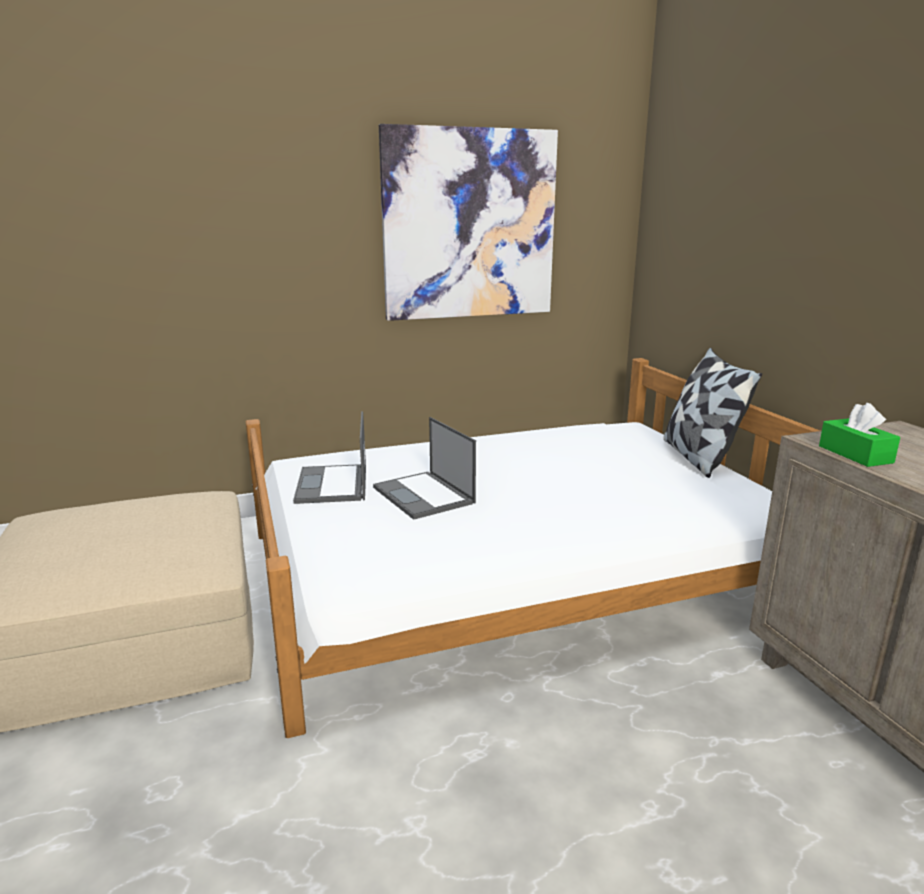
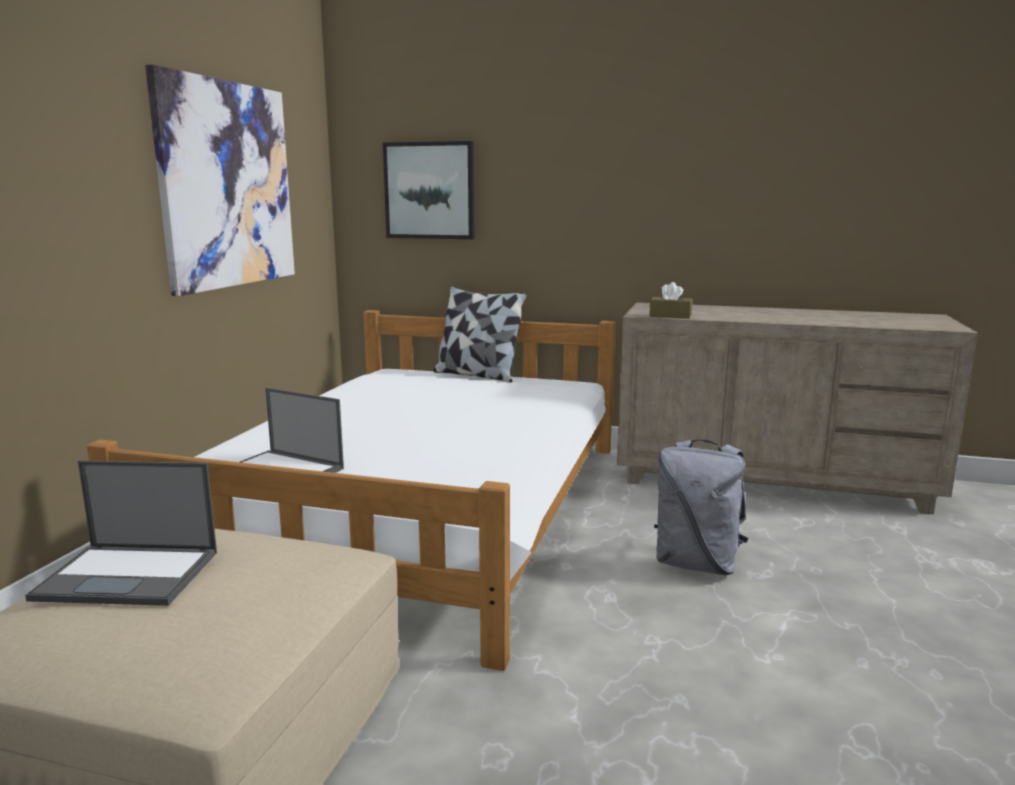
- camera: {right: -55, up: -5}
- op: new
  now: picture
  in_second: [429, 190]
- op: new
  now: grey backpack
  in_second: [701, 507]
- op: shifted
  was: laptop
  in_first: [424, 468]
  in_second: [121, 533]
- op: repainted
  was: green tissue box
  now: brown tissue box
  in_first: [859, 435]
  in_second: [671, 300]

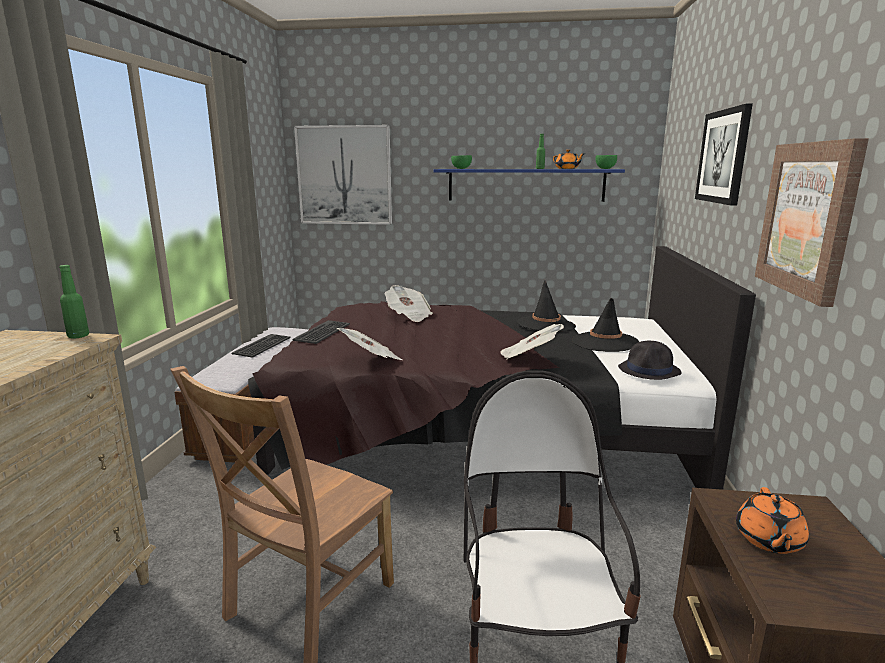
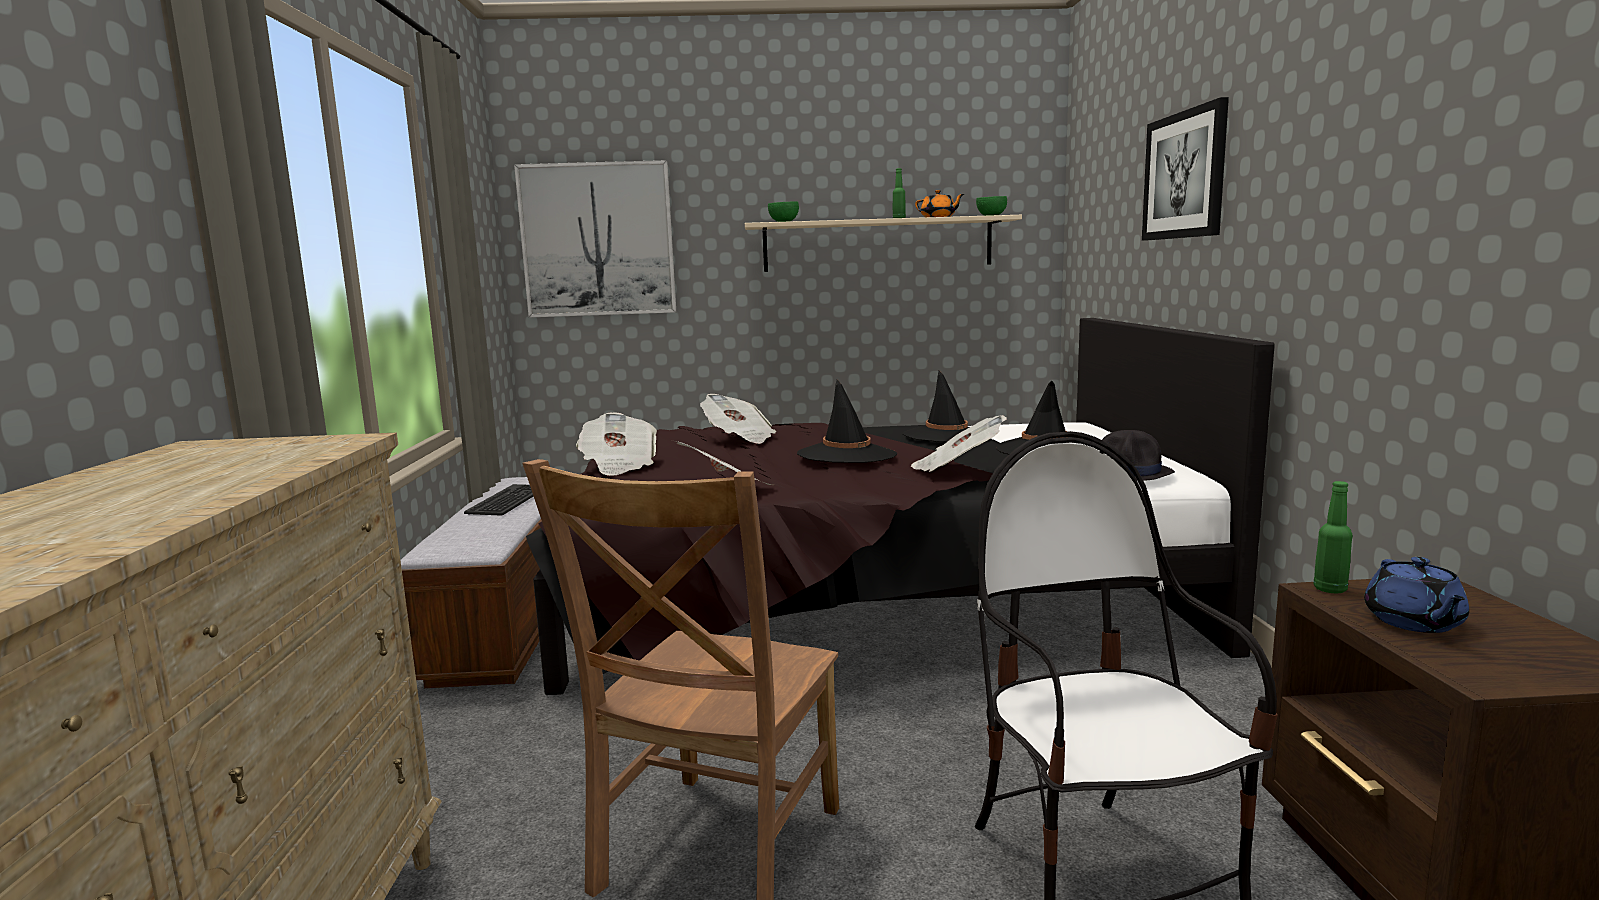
- camera: {right: -10, up: -5}
- op: gone
  was: picture
  in_first: [812, 222]
- op: new
  now: black hat
  in_second: [847, 421]
- op: shifted
  was: green bottle
  in_first: [74, 301]
  in_second: [1332, 537]
- op: swapped
  was: keyboard
  now: newspaper
  in_first: [321, 332]
  in_second: [616, 444]
- op: repainted
  was: blue shelf
  now: beige shelf
  in_first: [529, 185]
  in_second: [883, 243]
- op: repainted
  was: orange teapot
  now: blue teapot
  in_first: [772, 520]
  in_second: [1416, 595]

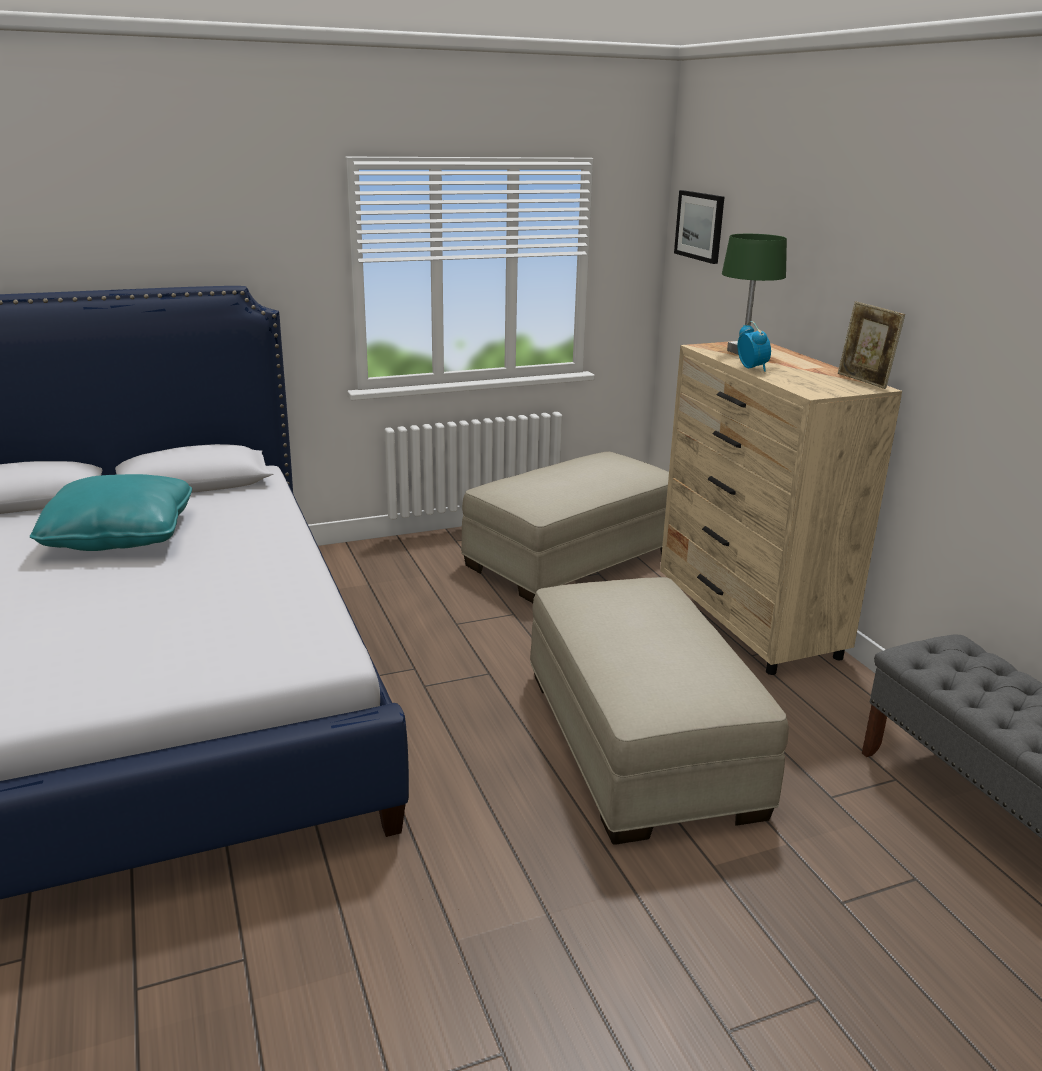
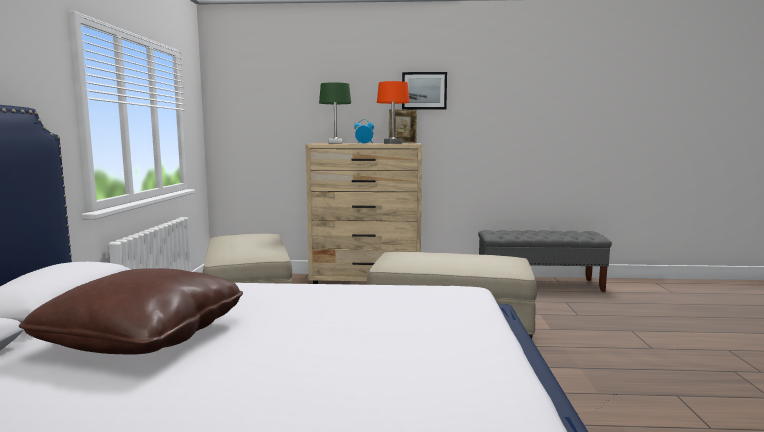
- camera: {right: -65, up: -15}
- op: new
  now: orange table lamp
  in_second: [393, 112]
- op: shifted
  was: picture
  in_first: [699, 227]
  in_second: [424, 91]
- op: repainted
  was: turquoise pillow
  now: brown pillow
  in_first: [111, 512]
  in_second: [131, 311]

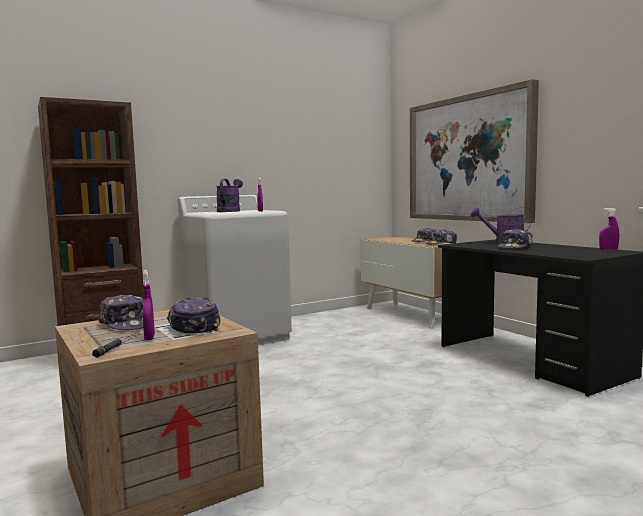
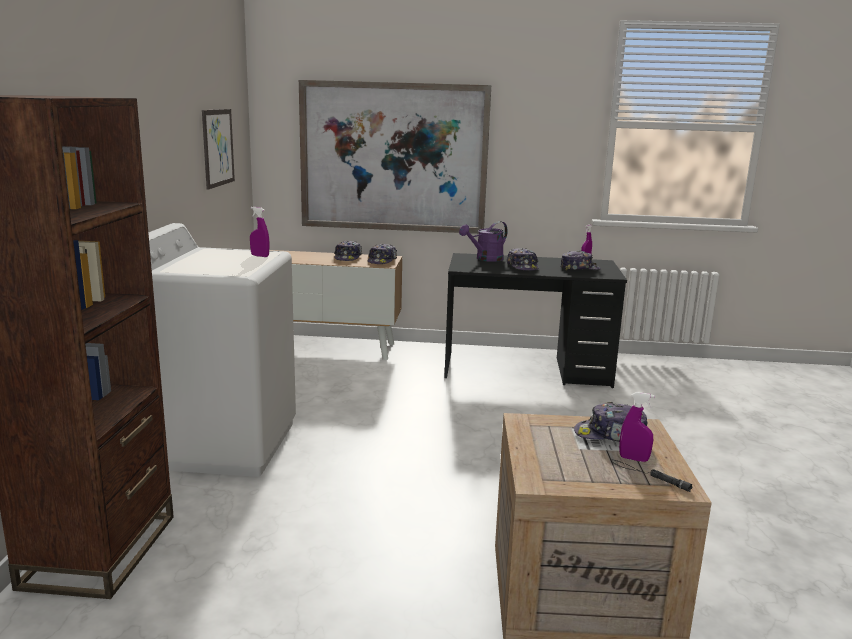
- camera: {right: -55, up: 10}
- op: gone
  was: purple watering can
  in_first: [229, 195]
- op: new
  now: picture
  in_second: [218, 149]
- op: shifted
  was: cap
  in_first: [121, 312]
  in_second: [580, 261]

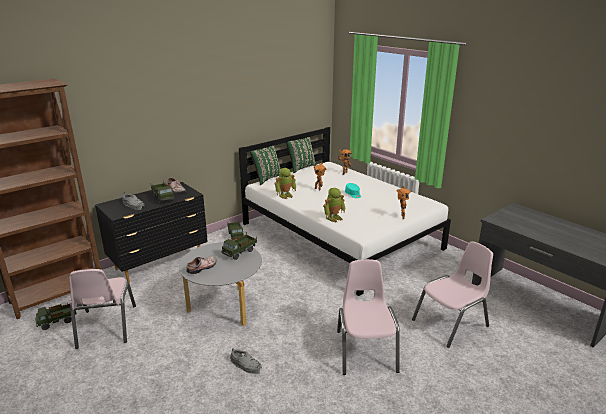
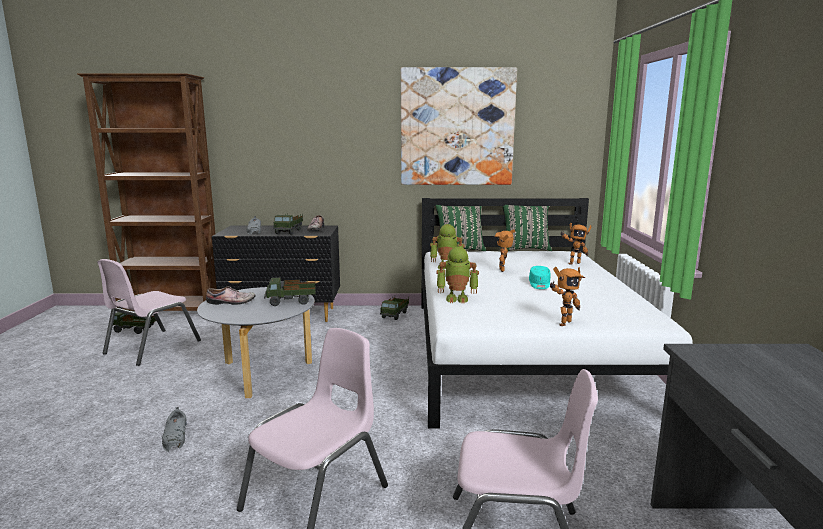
- camera: {right: 40, up: -10}
- op: new
  now: picture
  in_second: [459, 126]

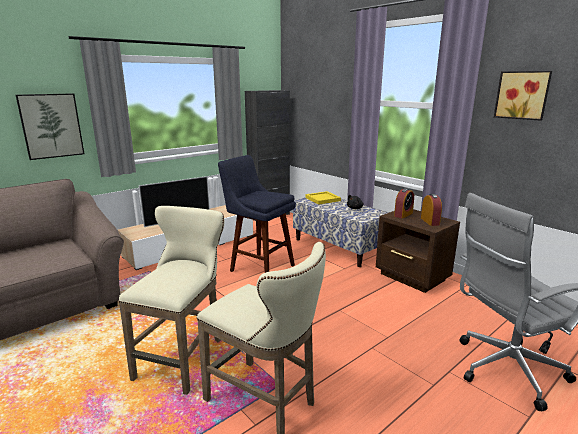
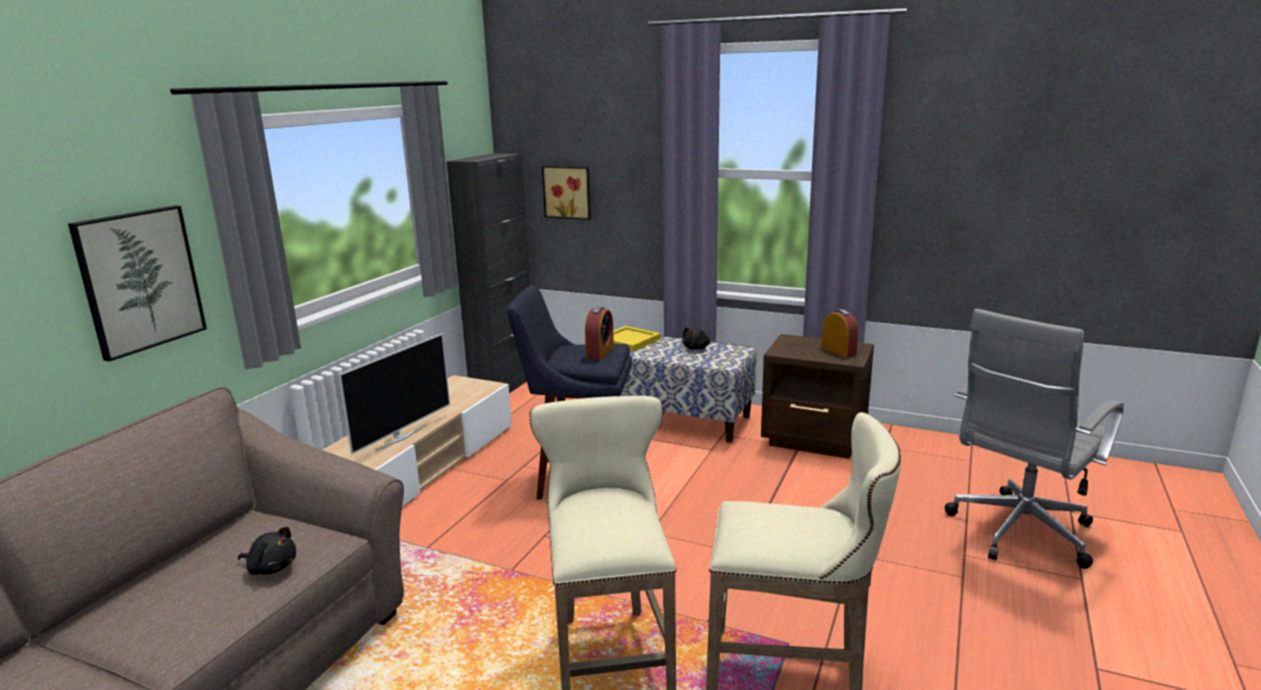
- camera: {right: -25, up: 0}
- op: new
  now: black plush toy
  in_second: [267, 551]
- op: shifted
  was: alarm clock
  in_first: [404, 203]
  in_second: [599, 333]
- op: shifted
  was: picture
  in_first: [523, 96]
  in_second: [566, 193]

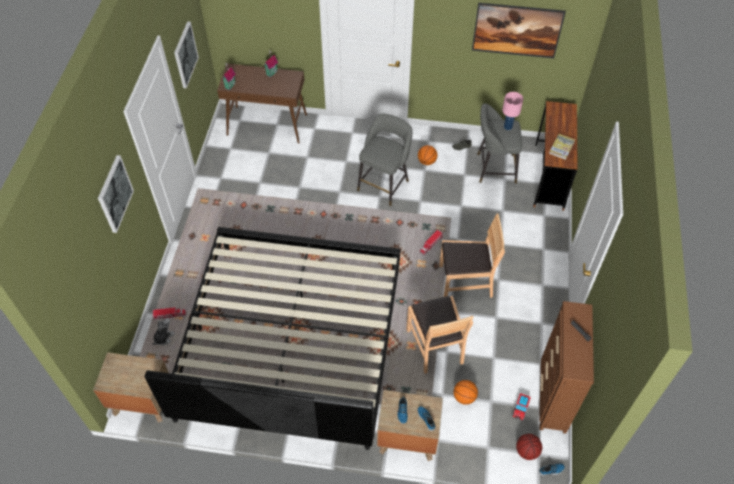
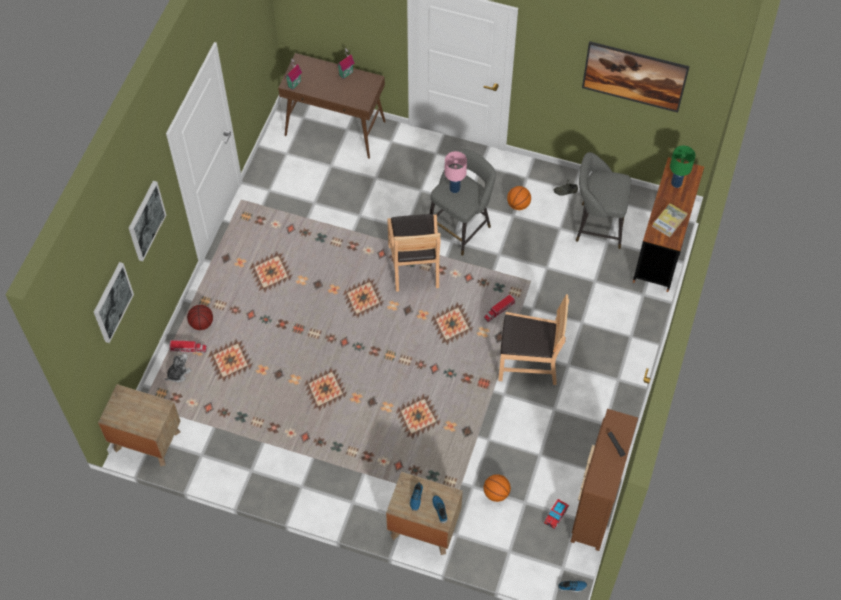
- camera: {right: 10, up: 5}
- op: gone
  was: bed
  in_first: [272, 338]
- op: new
  now: green table lamp
  in_second: [683, 167]
- op: shifted
  was: picture
  in_first: [186, 54]
  in_second: [114, 302]
- op: shifted
  was: brown chair
  in_first: [439, 335]
  in_second: [414, 253]
- op: shifted
  was: pink table lamp
  in_first: [512, 111]
  in_second: [455, 172]
- op: shifted
  was: basketball
  in_first: [529, 447]
  in_second: [200, 317]

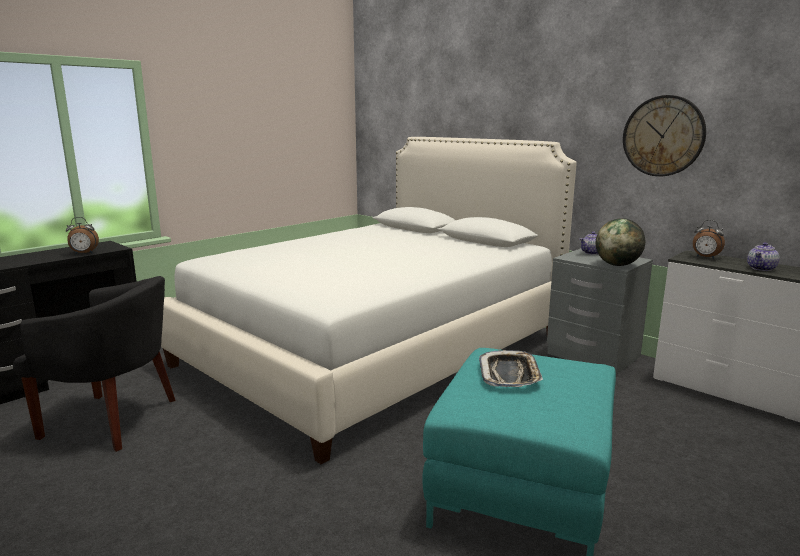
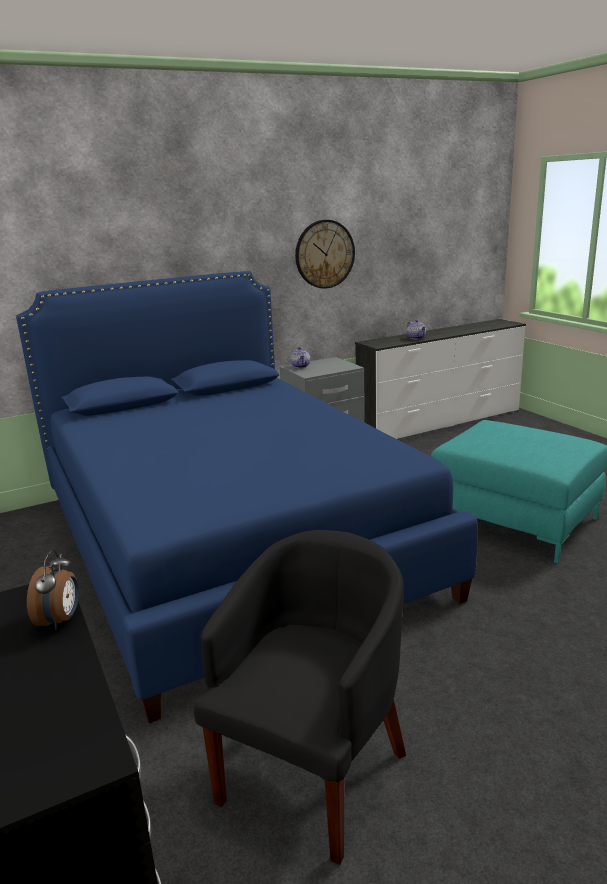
- camera: {right: -70, up: 5}
- op: gone
  was: tray
  in_first: [511, 368]
- op: gone
  was: globe
  in_first: [620, 242]
- op: gone
  was: alarm clock
  in_first: [709, 239]
- op: repainted
  was: white bed
  now: blue bed
  in_first: [369, 300]
  in_second: [247, 497]

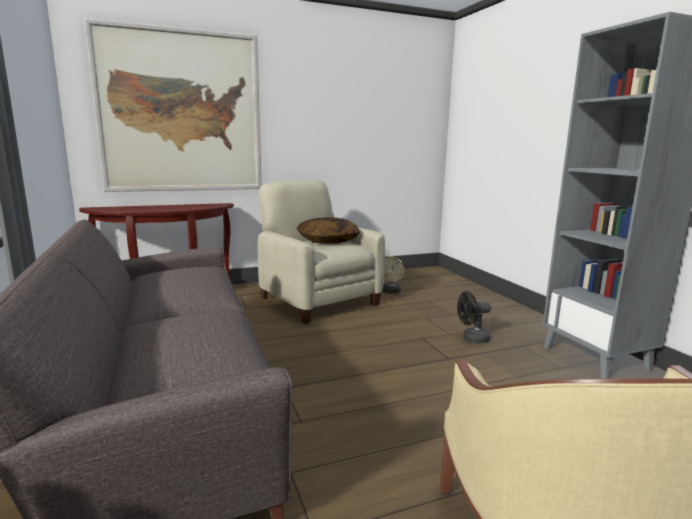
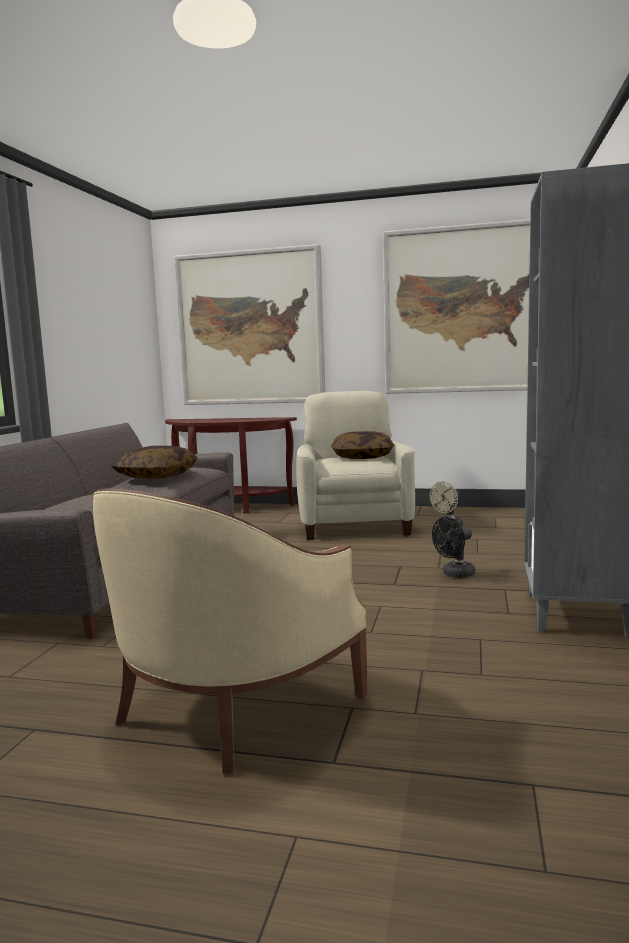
- camera: {right: 35, up: -5}
- op: new
  now: pillow
  in_second: [154, 462]
- op: new
  now: picture
  in_second: [456, 306]
- op: rotated
  was: black fan
  in_first: [474, 317]
  in_second: [454, 547]
  clockwise: -60

